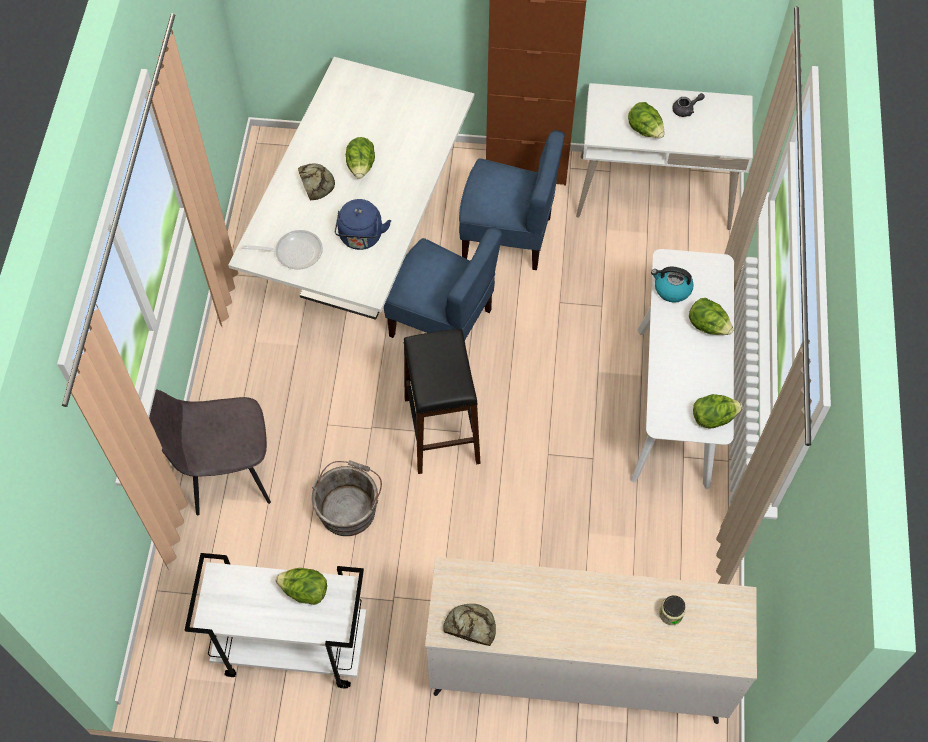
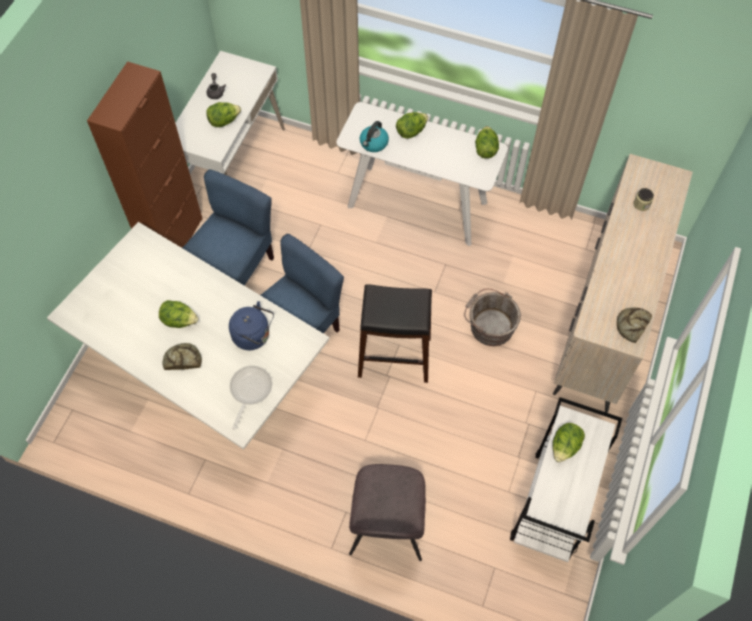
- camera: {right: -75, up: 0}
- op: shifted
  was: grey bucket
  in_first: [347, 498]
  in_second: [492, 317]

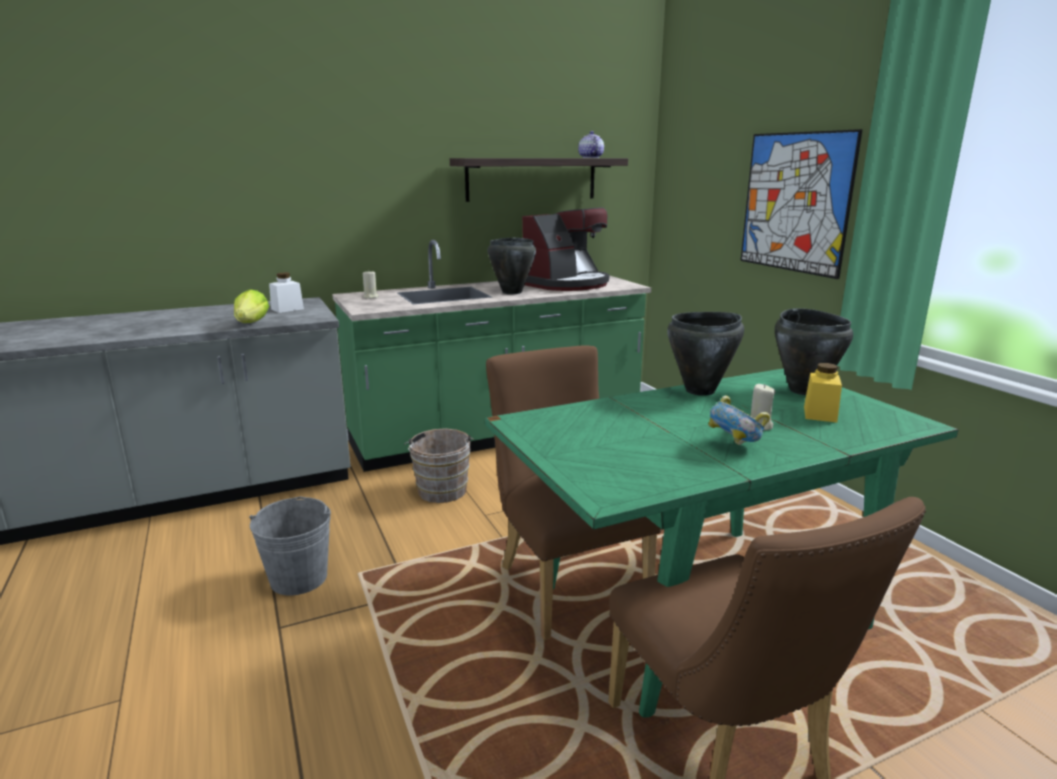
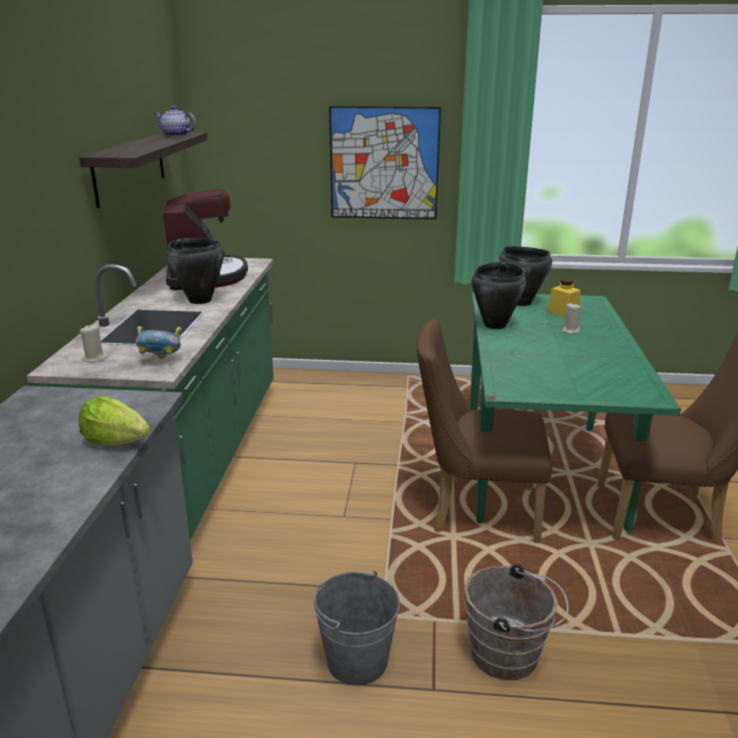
- camera: {right: -60, up: 5}
- op: gone
  was: white jar
  in_first: [286, 293]
- op: shifted
  was: brown bucket
  in_first: [439, 465]
  in_second: [516, 622]
- op: shifted
  was: bowl
  in_first: [739, 420]
  in_second: [159, 342]

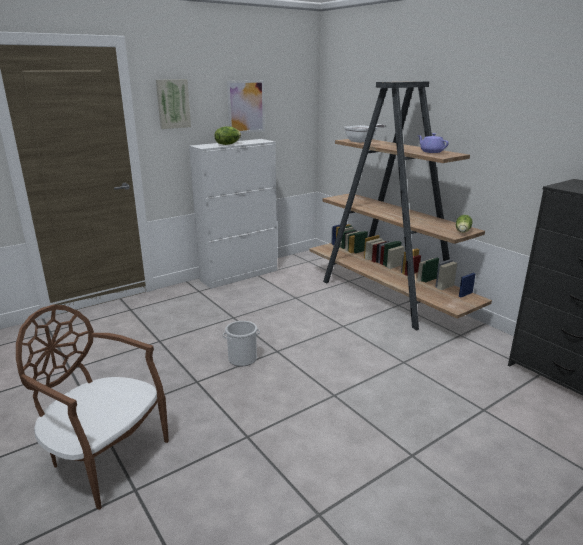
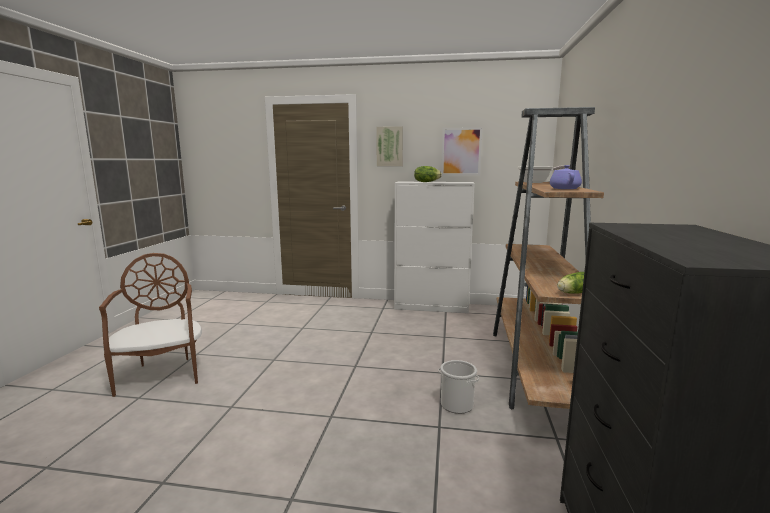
- camera: {right: 45, up: -10}
- op: shifted
  was: bucket
  in_first: [241, 343]
  in_second: [458, 387]

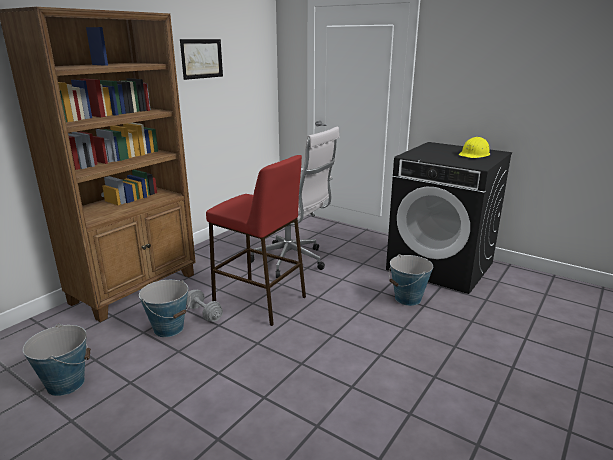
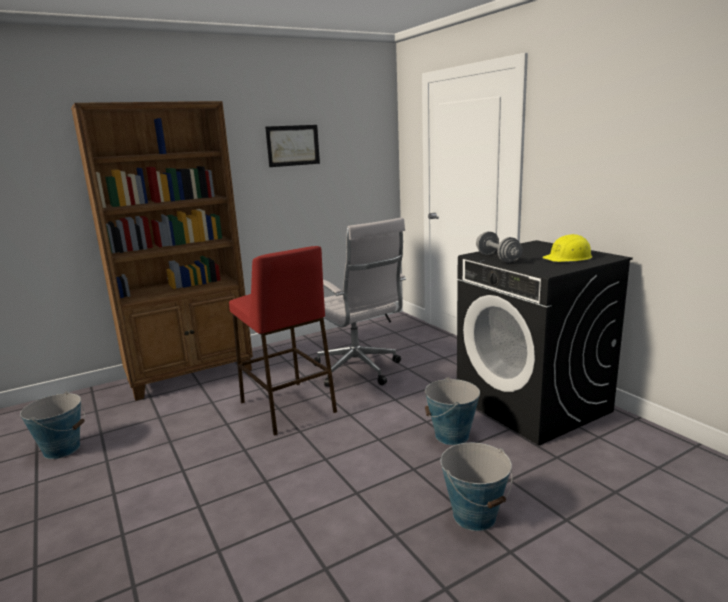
- camera: {right: 25, up: -5}
- op: shifted
  was: bucket
  in_first: [165, 308]
  in_second: [477, 487]
- op: shifted
  was: grey dumbbell
  in_first: [204, 306]
  in_second: [499, 246]

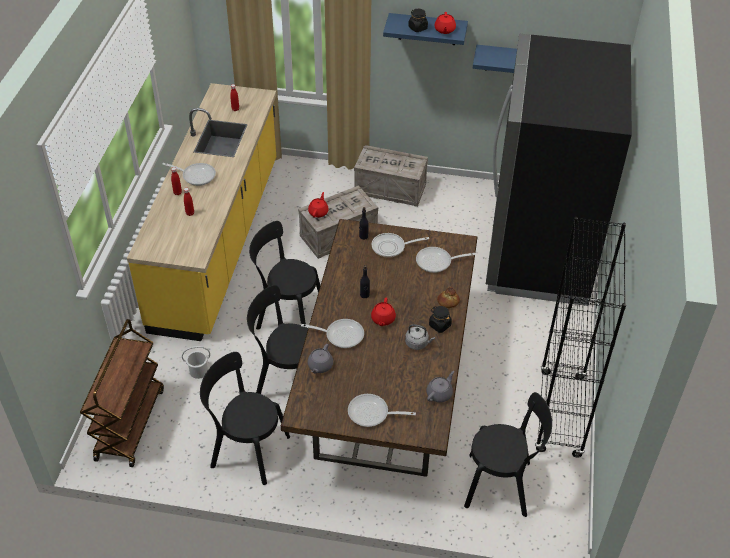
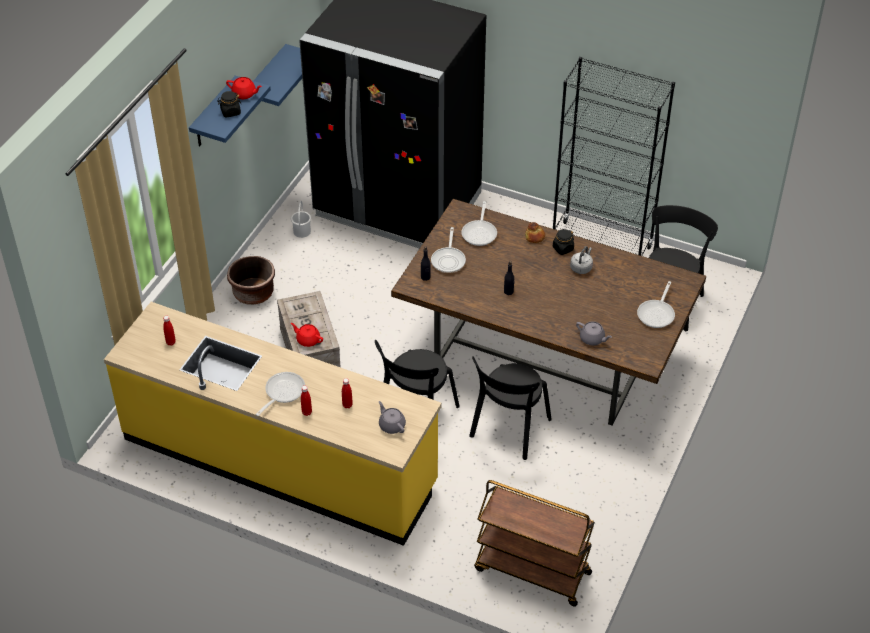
- camera: {right: -75, up: 0}
- op: gone
  was: black chair
  in_first: [245, 418]
- op: gone
  was: frying pan
  in_first: [332, 333]
- op: gone
  was: red teapot
  in_first: [383, 312]
- op: shifted
  was: white bucket
  in_first: [196, 362]
  in_second: [301, 219]
- op: shifted
  was: grey teapot
  in_first: [440, 386]
  in_second: [392, 417]
- op: swapped
  was: crate
  now: brown planter
  in_first: [391, 176]
  in_second: [251, 280]

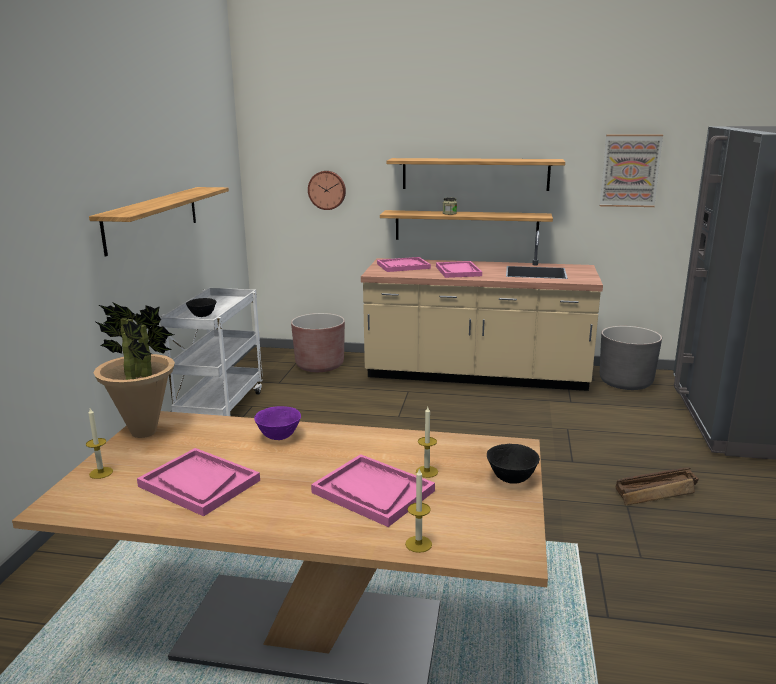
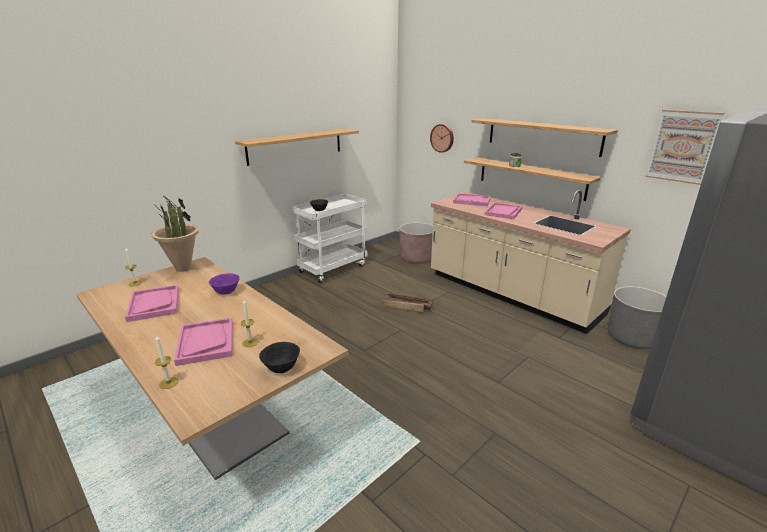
- camera: {right: 35, up: 5}
- op: shifted
  was: crate
  in_first: [657, 486]
  in_second: [407, 303]

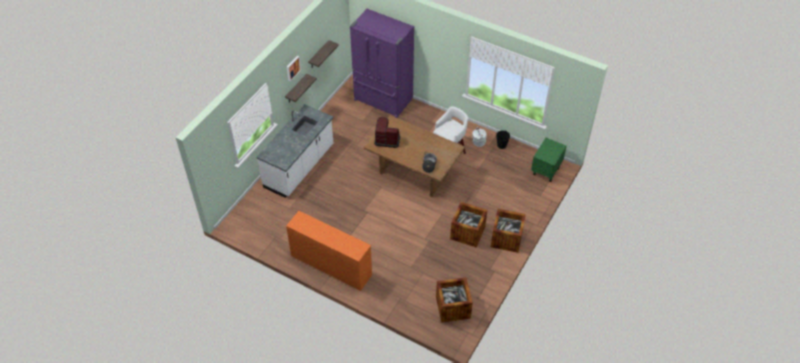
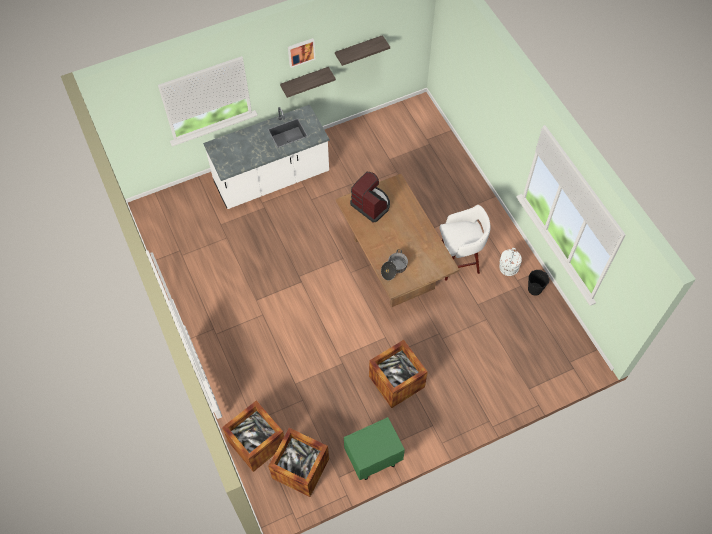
- camera: {right: 35, up: 10}
- op: gone
  was: orange dresser
  in_first: [329, 251]
- op: gone
  was: purple fridge
  in_first: [382, 63]
- op: shifted
  was: crate
  in_first: [508, 231]
  in_second: [253, 436]
- op: shifted
  was: green nightstand
  in_first: [549, 160]
  in_second: [374, 448]

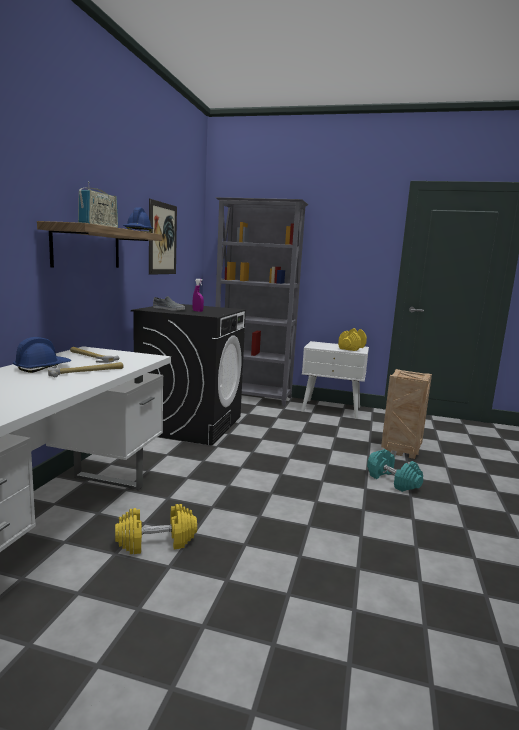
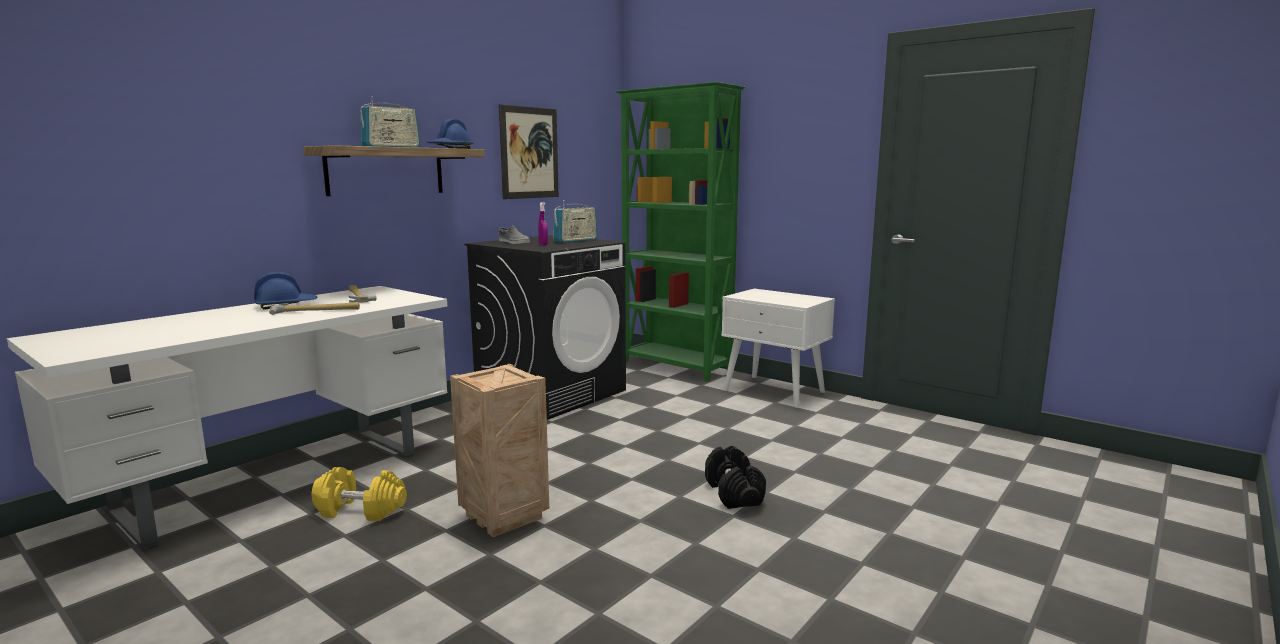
- camera: {right: 25, up: 0}
- op: gone
  was: yellow dumbbell
  in_first: [352, 339]
- op: new
  now: radio
  in_second: [575, 221]
- op: shifted
  was: crate
  in_first: [406, 414]
  in_second: [499, 450]
- op: repainted
  was: grey bookcase
  now: green bookcase
  in_first: [262, 301]
  in_second: [680, 232]
- op: repainted
  was: turquoise dumbbell
  now: black dumbbell
  in_first: [395, 470]
  in_second: [735, 477]

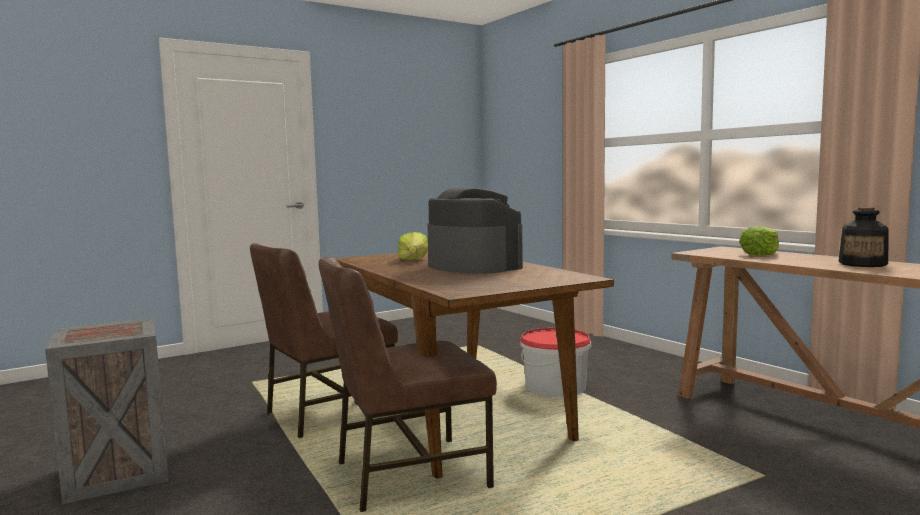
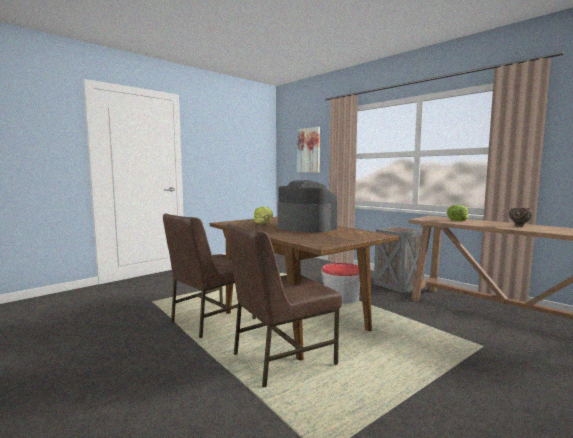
- camera: {right: -10, up: 0}
- op: new
  now: picture
  in_second: [308, 150]
- op: shifted
  was: crate
  in_first: [106, 411]
  in_second: [399, 259]
- op: swapped
  was: bottle
  now: brown bowl
  in_first: [863, 237]
  in_second: [521, 217]

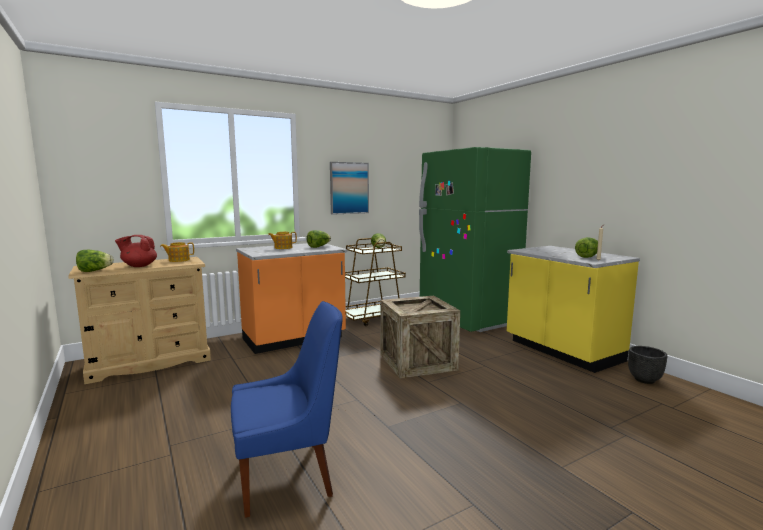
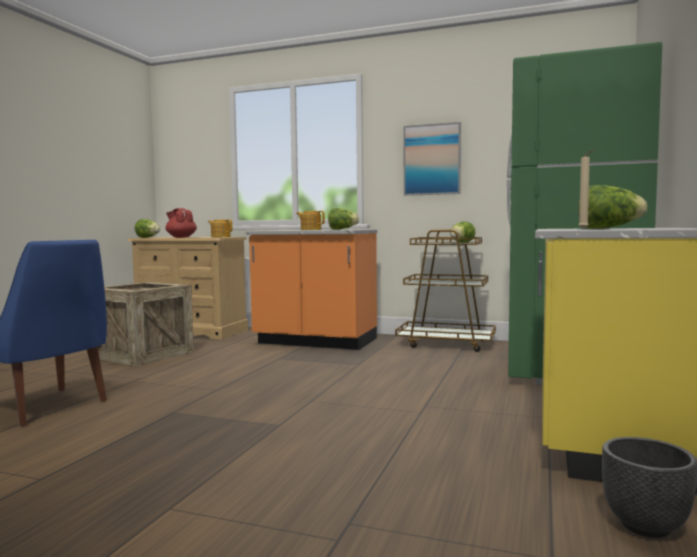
- camera: {right: 50, up: -5}
- op: shifted
  was: crate
  in_first: [420, 337]
  in_second: [146, 324]

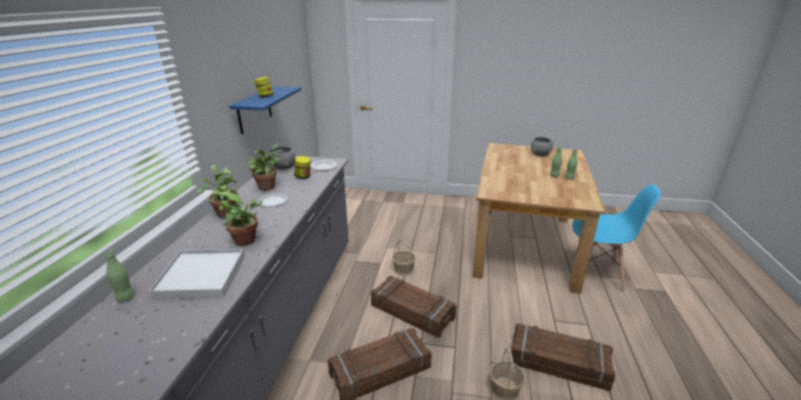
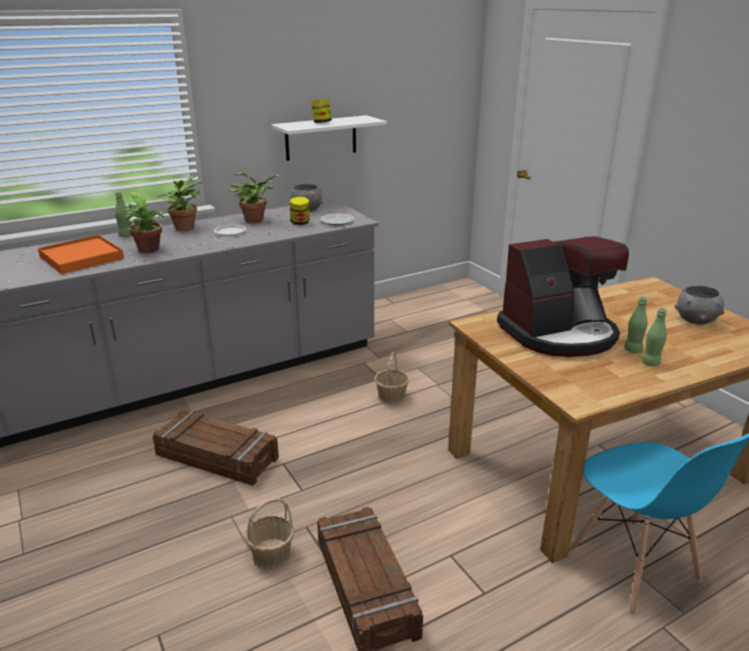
- camera: {right: 50, up: 0}
- op: gone
  was: crate
  in_first: [413, 307]
- op: new
  now: coffee machine
  in_second: [563, 297]
- op: shifted
  was: green bottle
  in_first: [119, 275]
  in_second: [123, 214]
- op: repainted
  was: white tray
  now: orange tray
  in_first: [197, 274]
  in_second: [81, 254]
- op: repainted
  was: blue shelf
  now: white shelf
  in_first: [265, 110]
  in_second: [329, 138]

